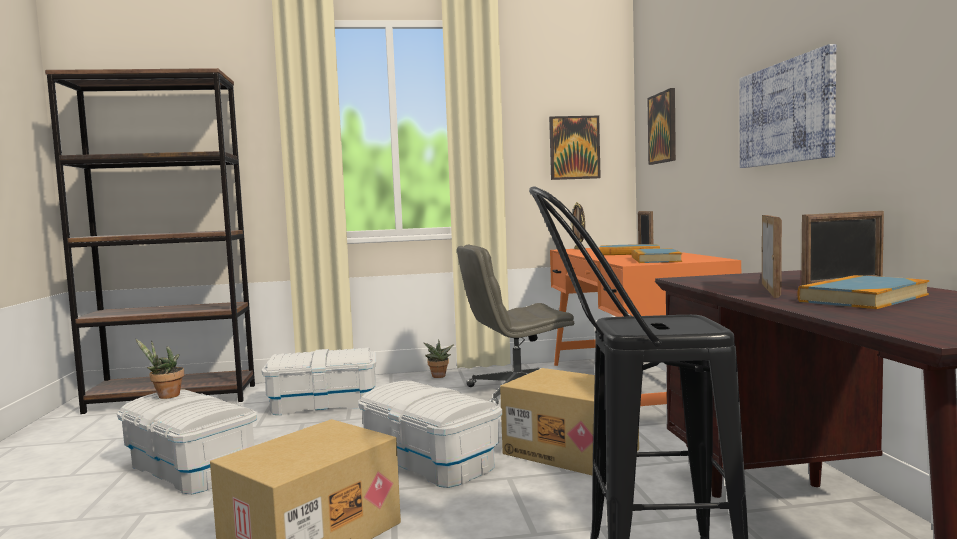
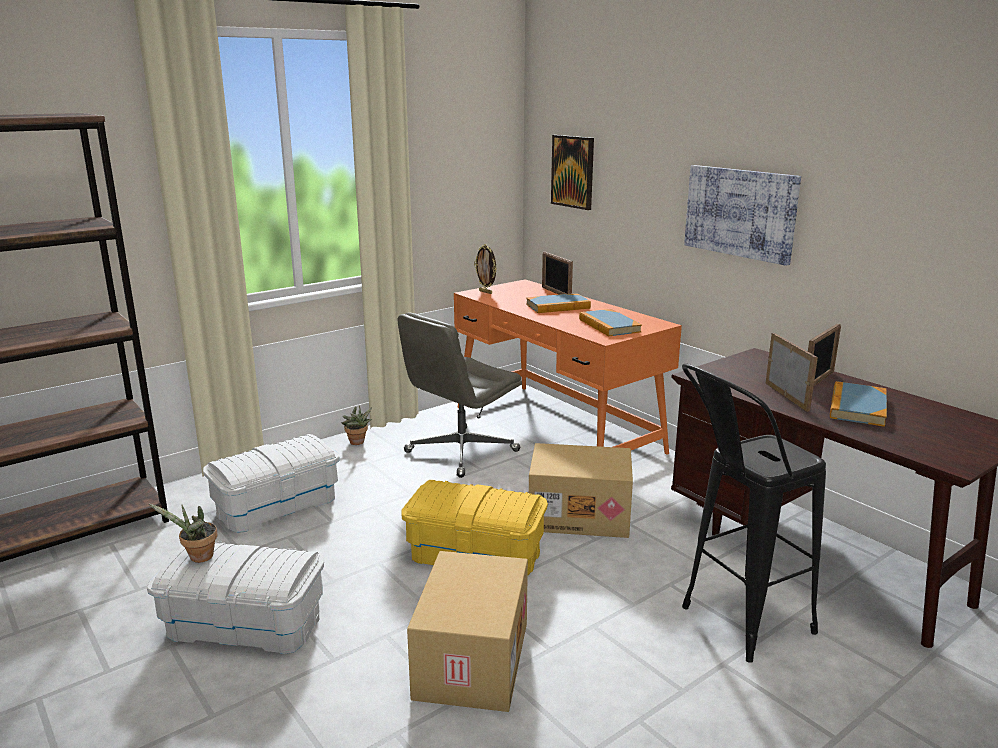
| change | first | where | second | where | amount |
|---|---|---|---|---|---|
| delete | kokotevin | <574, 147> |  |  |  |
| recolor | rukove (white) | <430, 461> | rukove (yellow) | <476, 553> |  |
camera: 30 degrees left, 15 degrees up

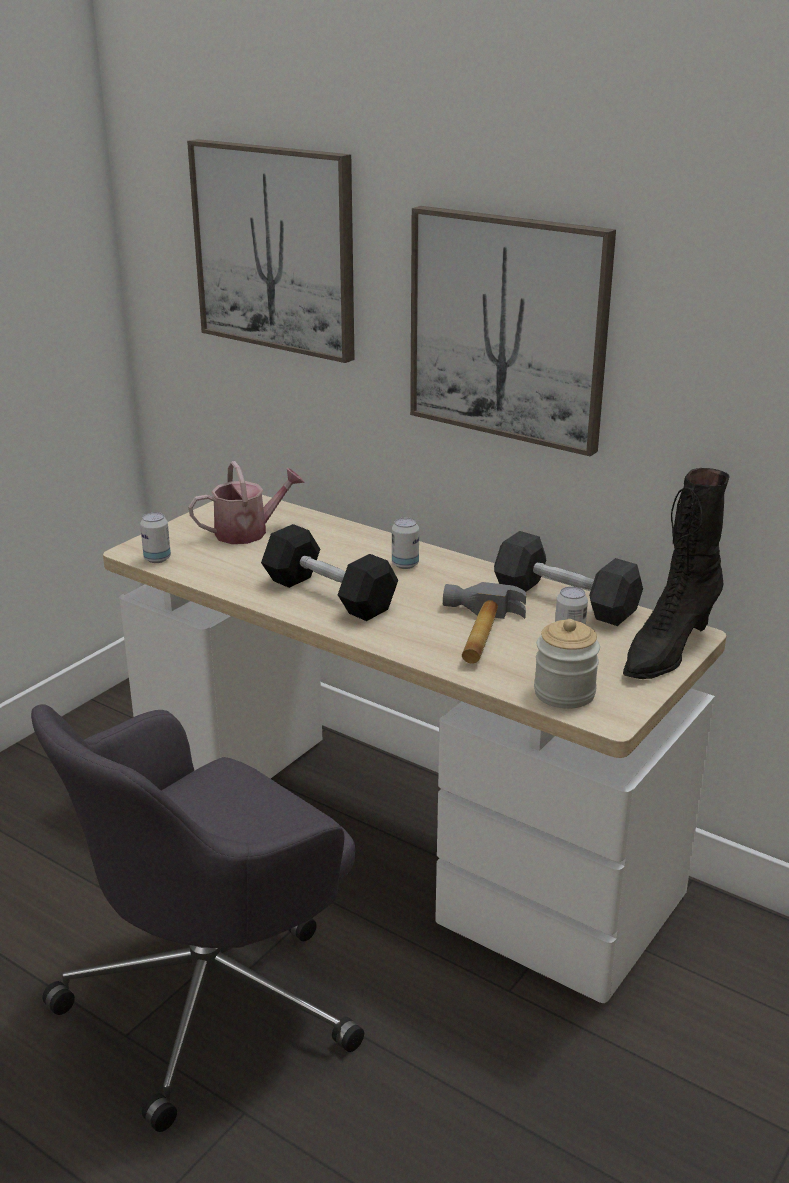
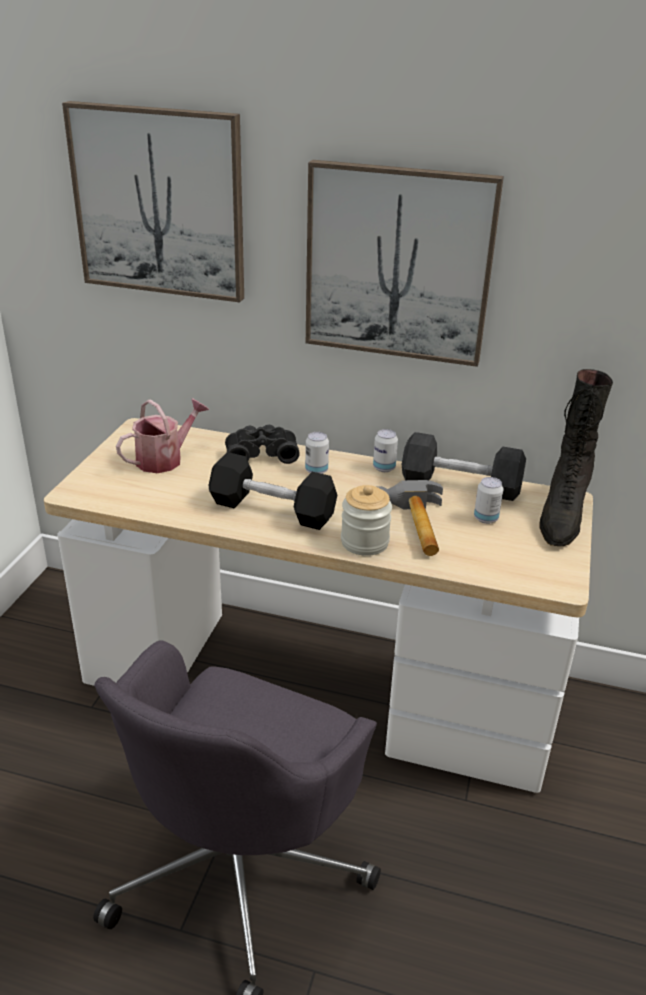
| change | first | where | second | where | amount |
|---|---|---|---|---|---|
| insert |  |  | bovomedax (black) | <261, 453> |  |
| move | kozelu | <157, 559> |  | <384, 468> |  |
| move | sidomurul | <564, 693> |  | <364, 542> |  |
camera: 20 degrees left, 5 degrees up

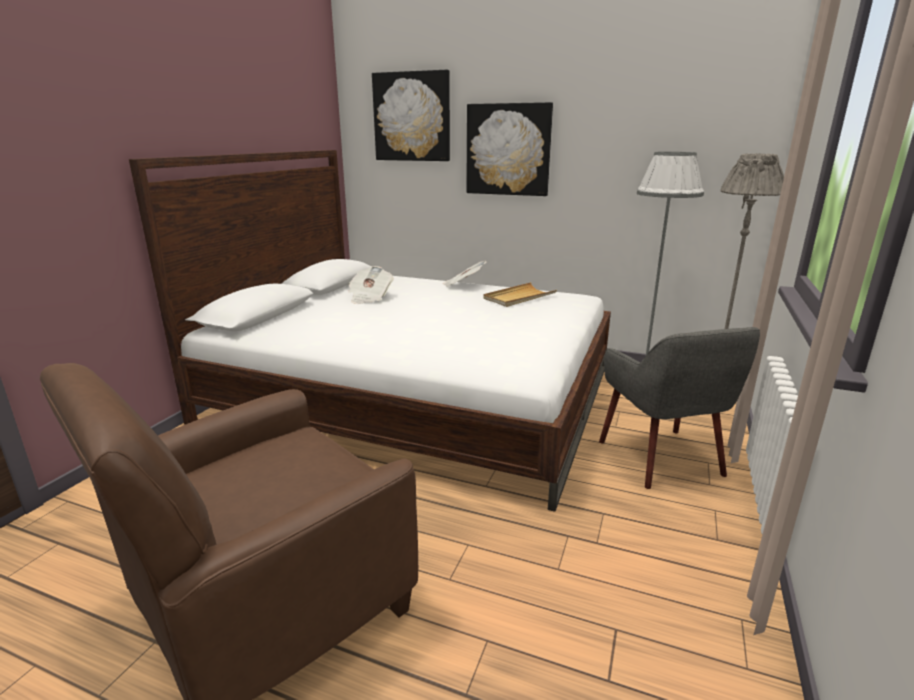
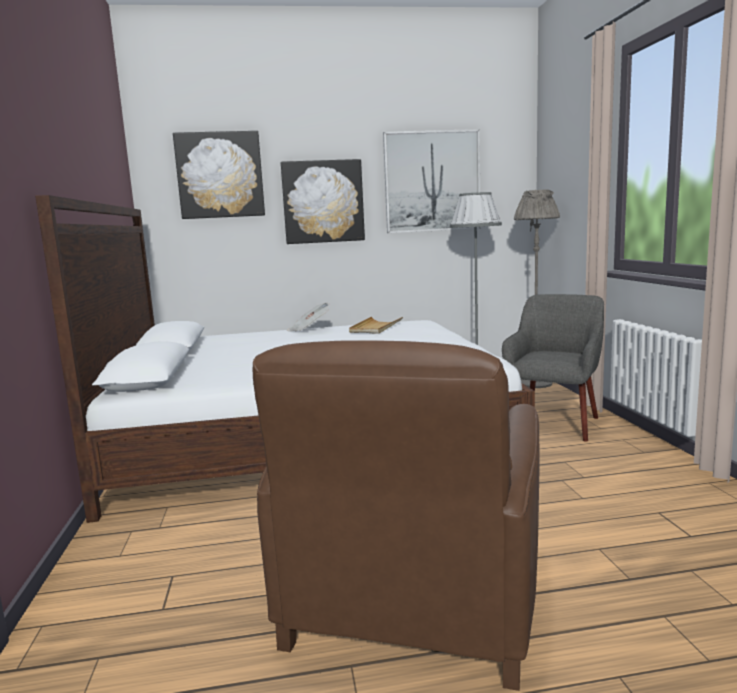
| change | first | where | second | where | amount |
|---|---|---|---|---|---|
| delete | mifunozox | <369, 298> |  |  |  |
| insert |  |  | kokotevin | <432, 181> |  |
| rotate | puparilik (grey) | <661, 458> |  | <554, 423> | 105 degrees counterclockwise |
camera: 30 degrees left, 10 degrees down

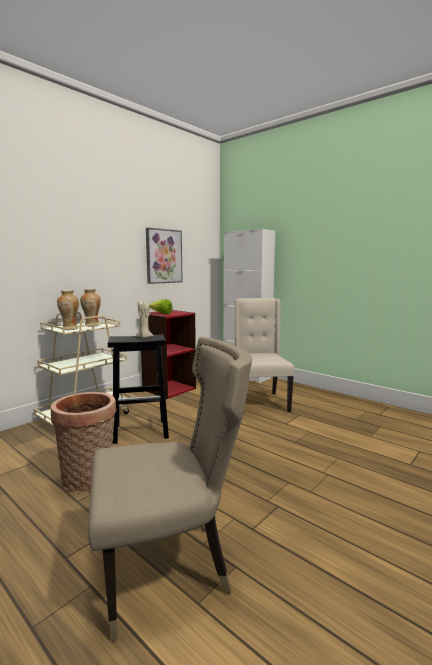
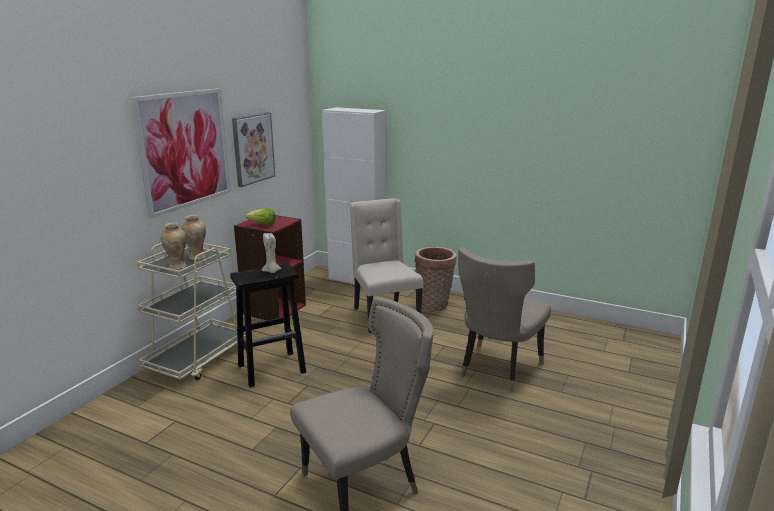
| change | first | where | second | where | amount |
|---|---|---|---|---|---|
| insert |  |  | kokotevin | <185, 150> |  |
| insert |  |  | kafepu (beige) | <497, 370> |  |
| move | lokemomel | <89, 480> |  | <434, 305> |  |
camera: 15 degrees left, 10 degrees up

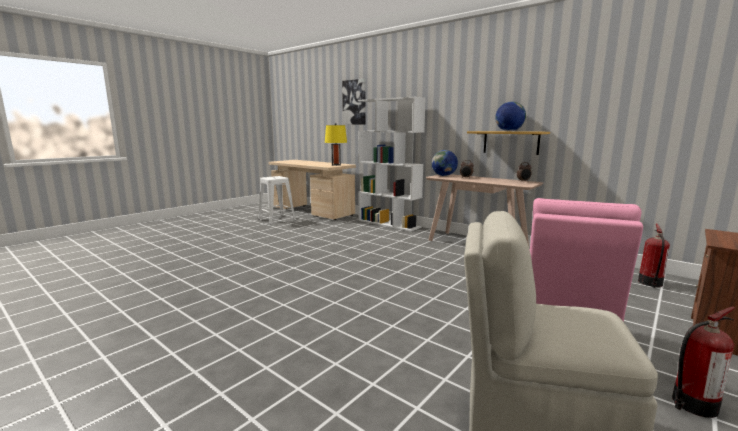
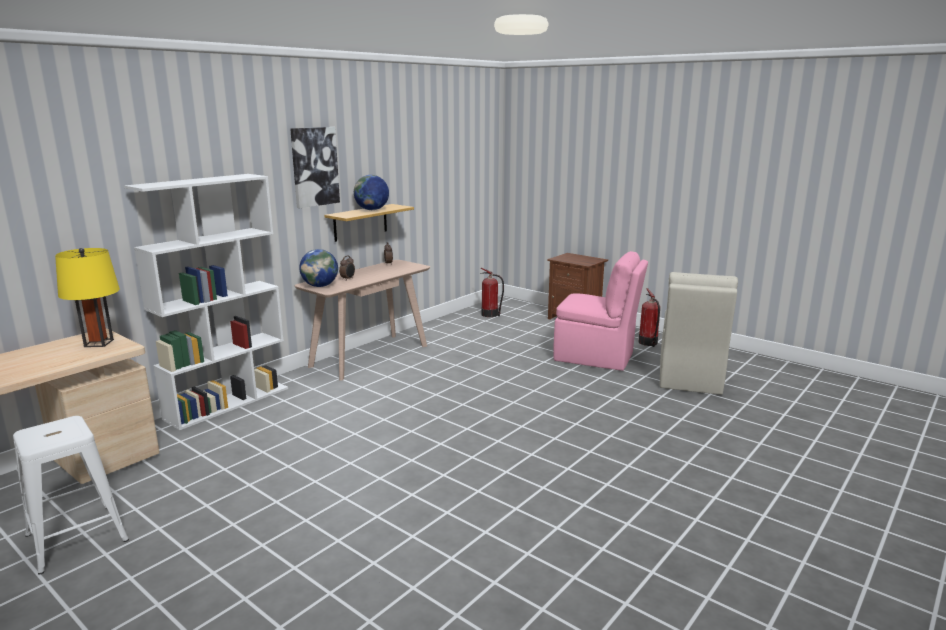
| change | first | where | second | where | amount |
|---|---|---|---|---|---|
| move | kokotevin | <354, 102> |  | <314, 166> |  |
camera: 90 degrees left, 5 degrees up

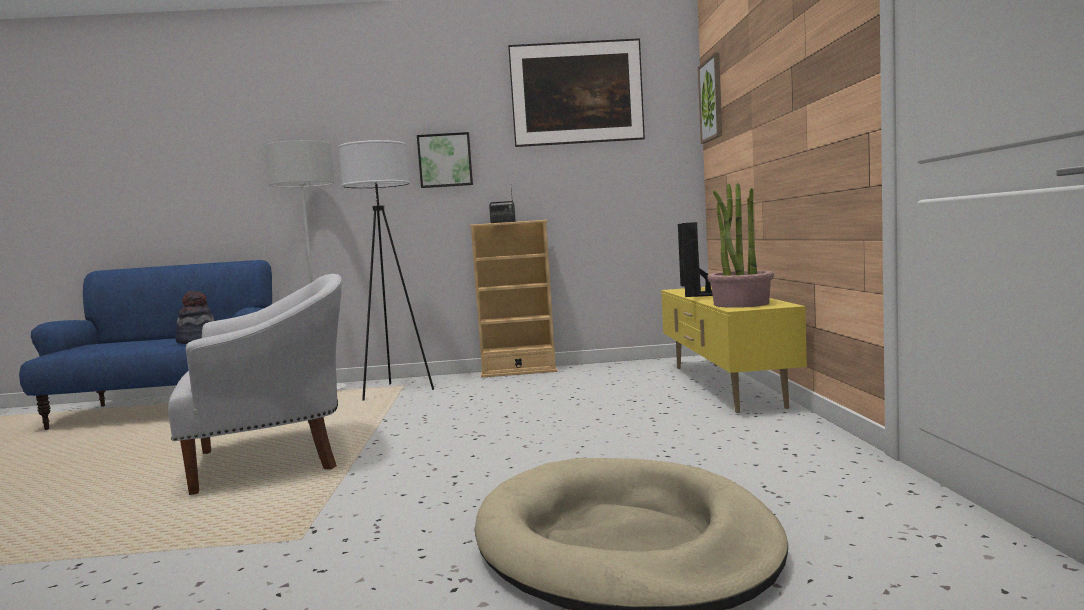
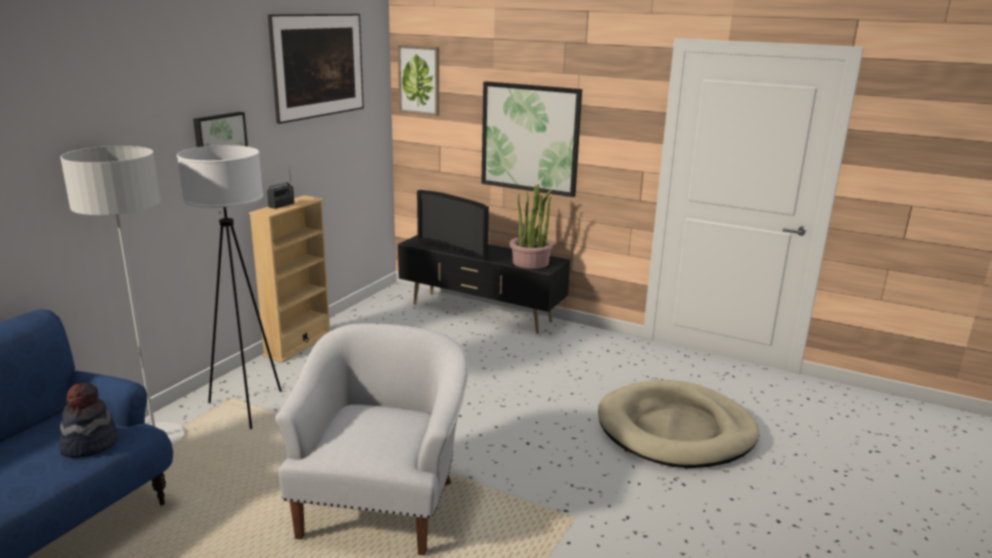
| change | first | where | second | where | amount |
|---|---|---|---|---|---|
| insert |  |  | kokotevin | <530, 138> |  |
| recolor | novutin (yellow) | <723, 386> | novutin (black) | <481, 313> |  |
camera: 60 degrees left, 15 degrees up

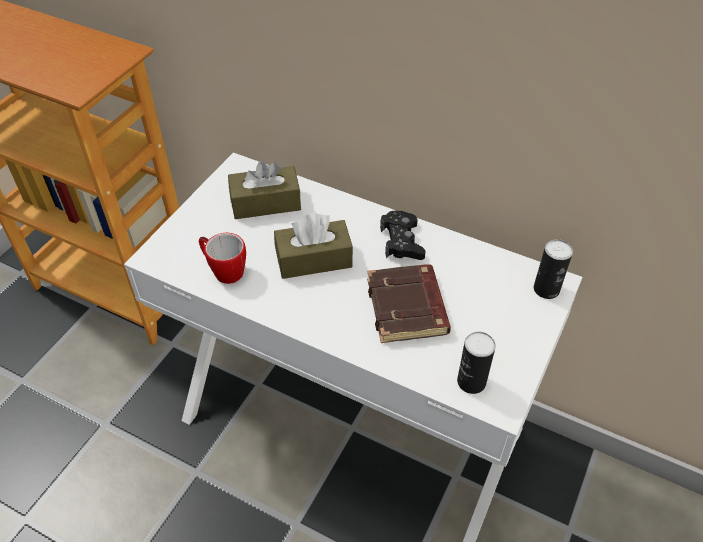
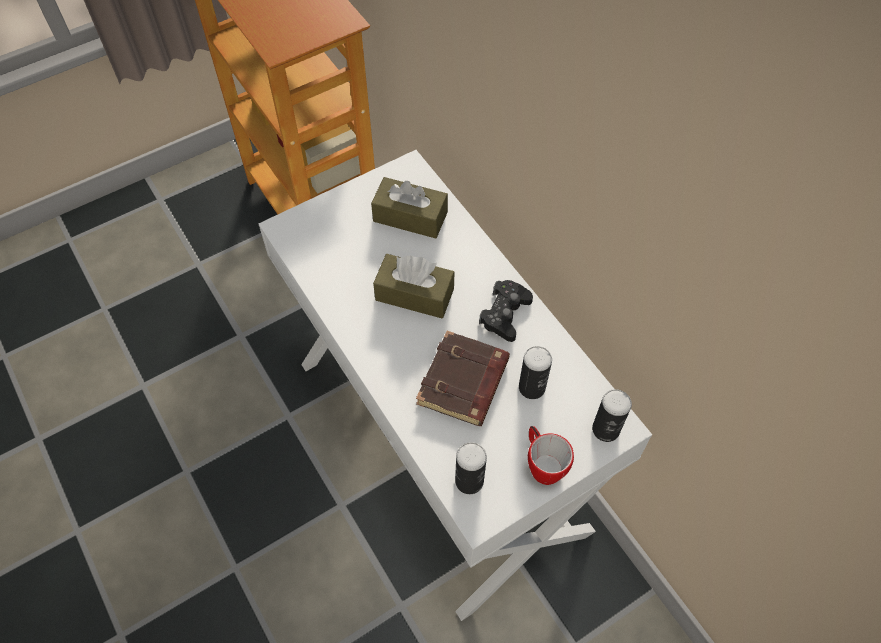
| change | first | where | second | where | amount |
|---|---|---|---|---|---|
| insert |  |  | kozelu | <532, 387> |  |
| move | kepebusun | <224, 270> |  | <542, 464> |  |
camera: 30 degrees right, 10 degrees up

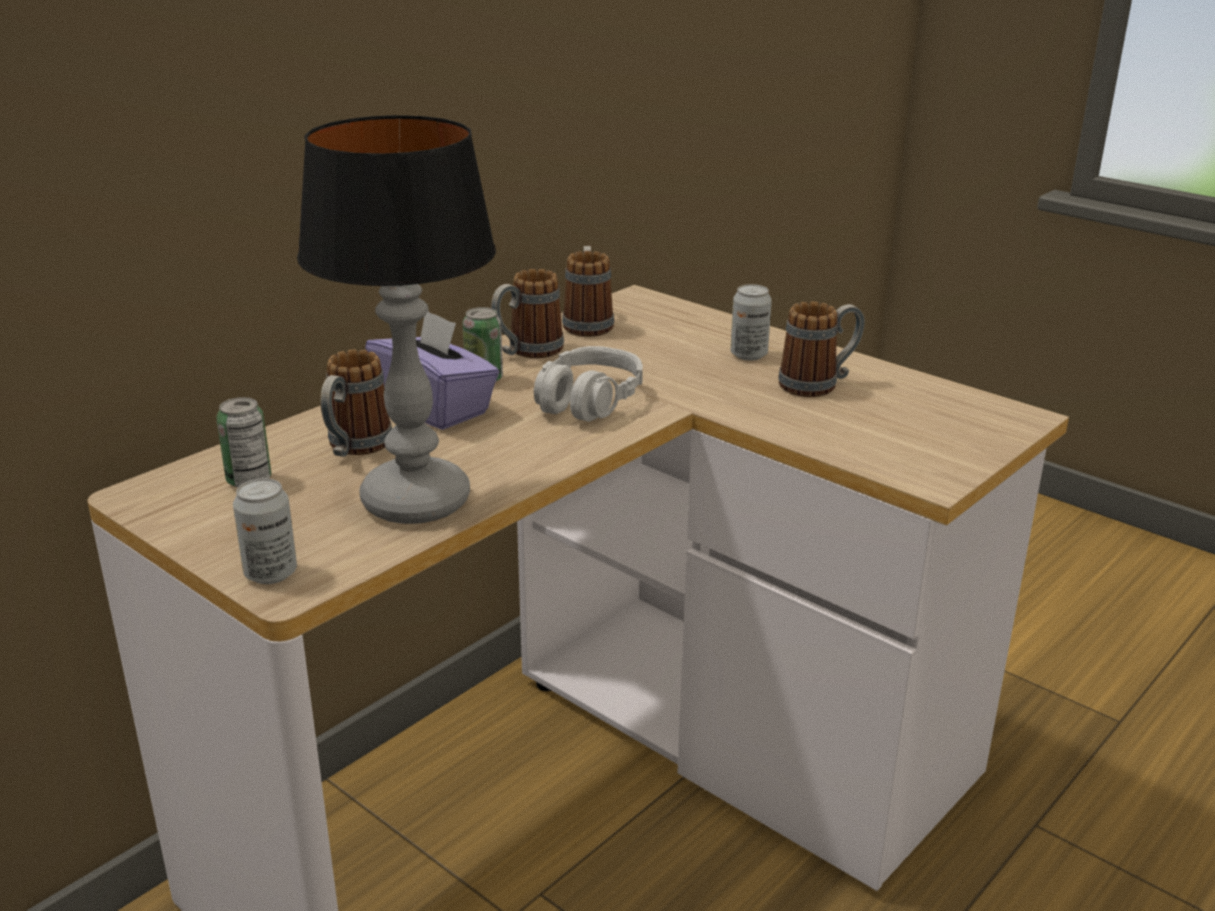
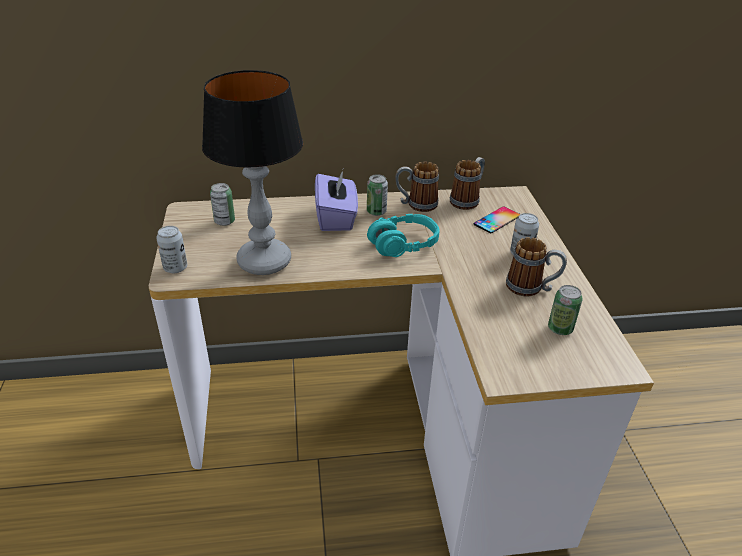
| change | first | where | second | where | amount |
|---|---|---|---|---|---|
| delete | kepebusun | <354, 448> |  |  |  |
| insert |  |  | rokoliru | <497, 220> |  |
| insert |  |  | kozelu | <560, 328> |  |
| recolor | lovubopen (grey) | <588, 401> | lovubopen (turquoise) | <403, 244> |  |
camera: 40 degrees right, 10 degrees up

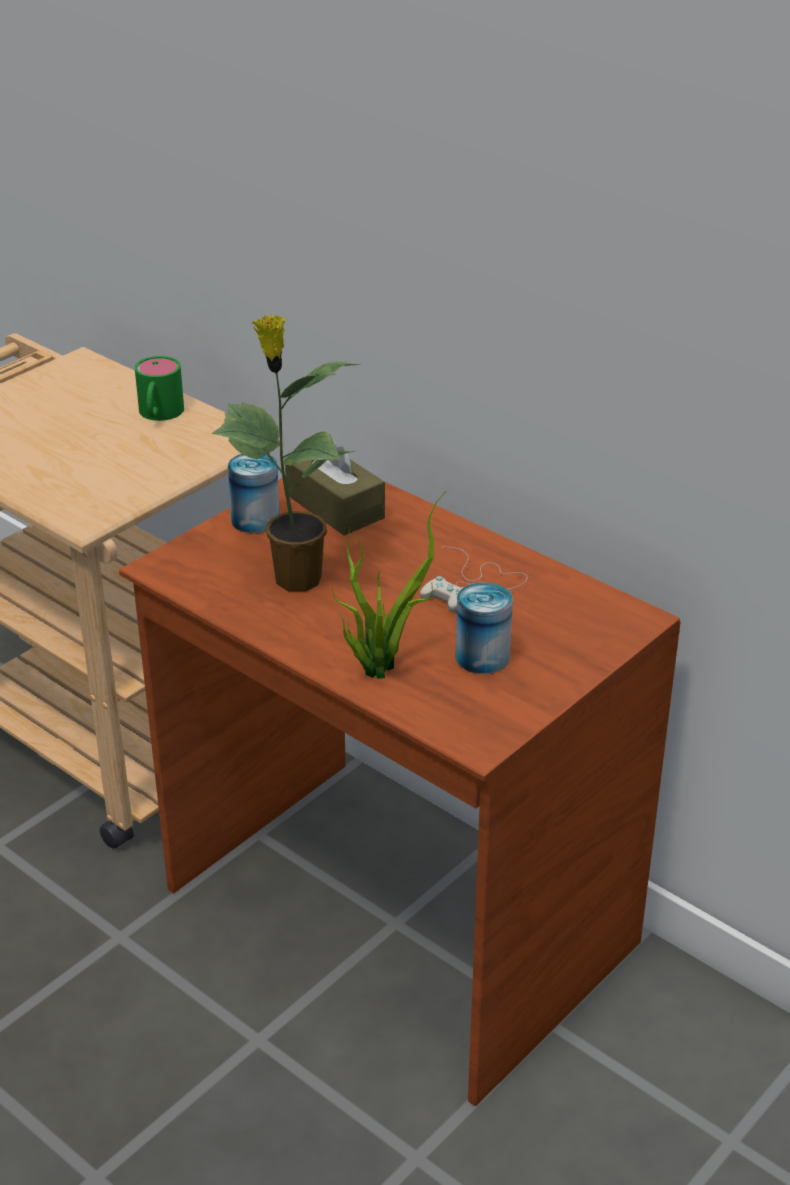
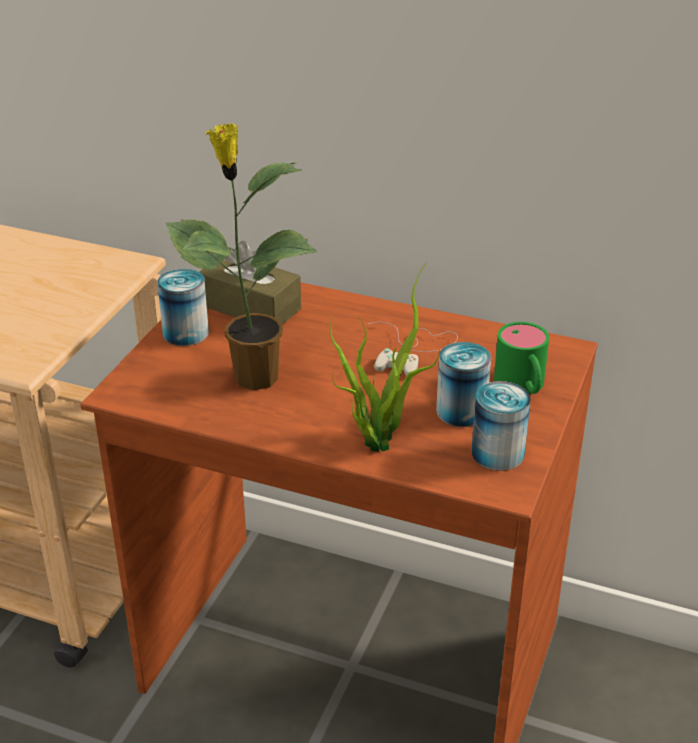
| change | first | where | second | where | amount |
|---|---|---|---|---|---|
| insert |  |  | kozelu | <497, 453> |  |
| move | kepebusun (green) | <158, 415> |  | <523, 387> |  |
camera: 20 degrees left, 0 degrees up

